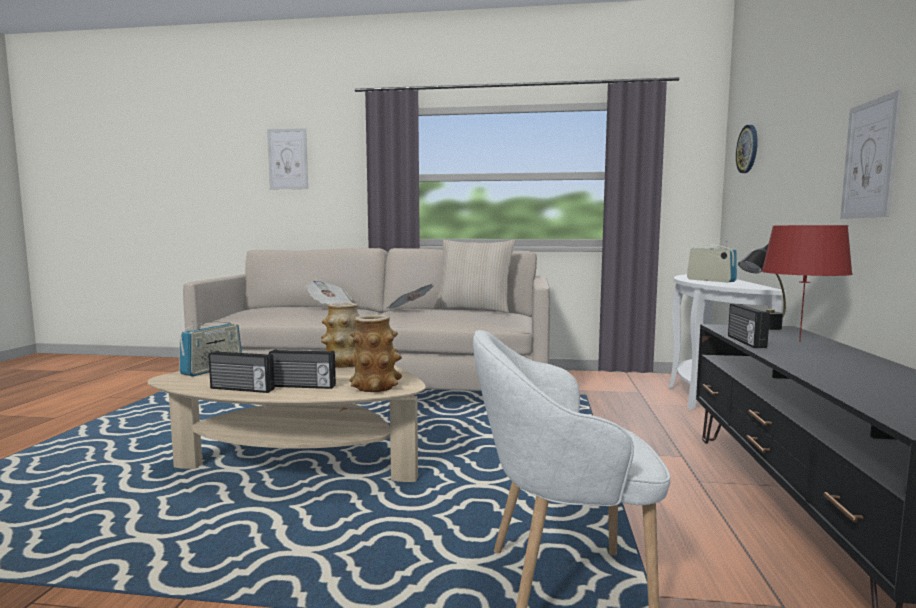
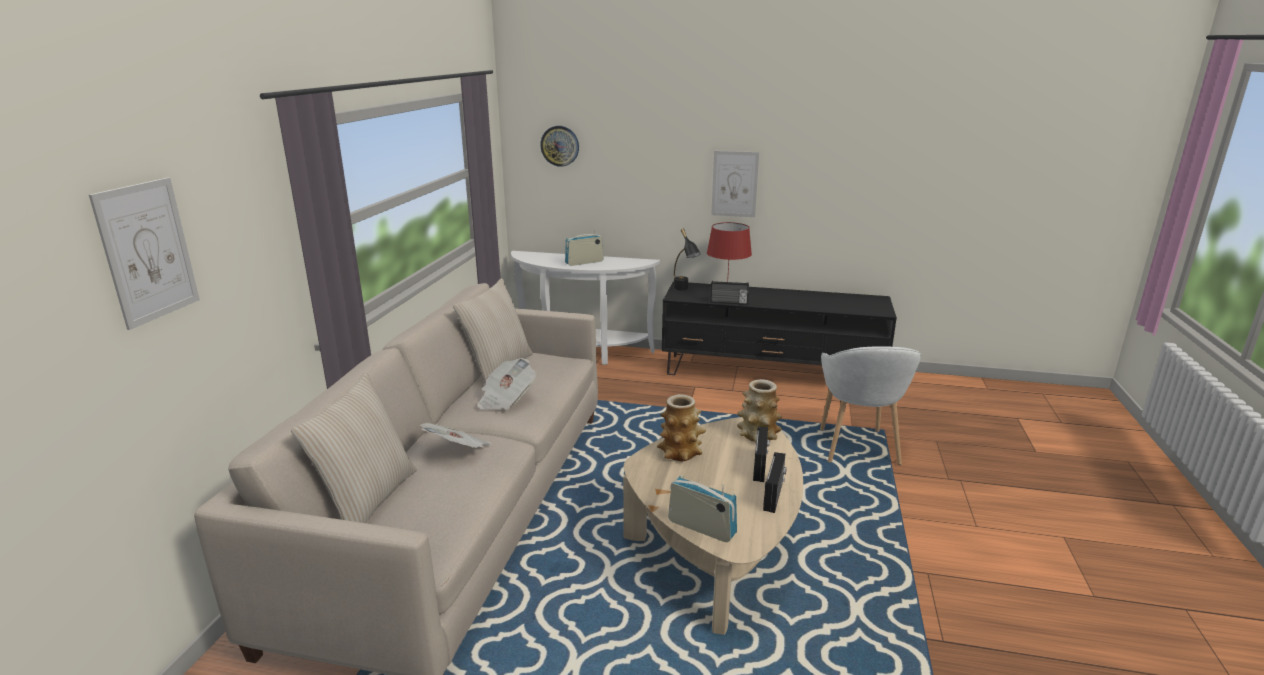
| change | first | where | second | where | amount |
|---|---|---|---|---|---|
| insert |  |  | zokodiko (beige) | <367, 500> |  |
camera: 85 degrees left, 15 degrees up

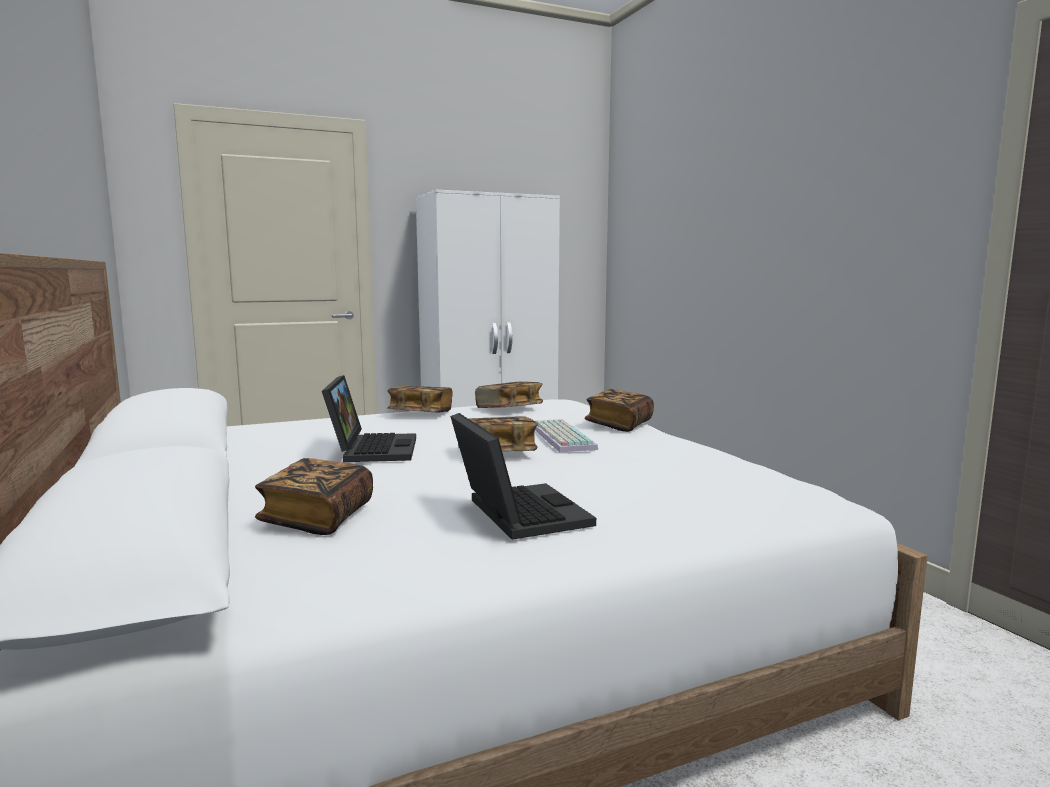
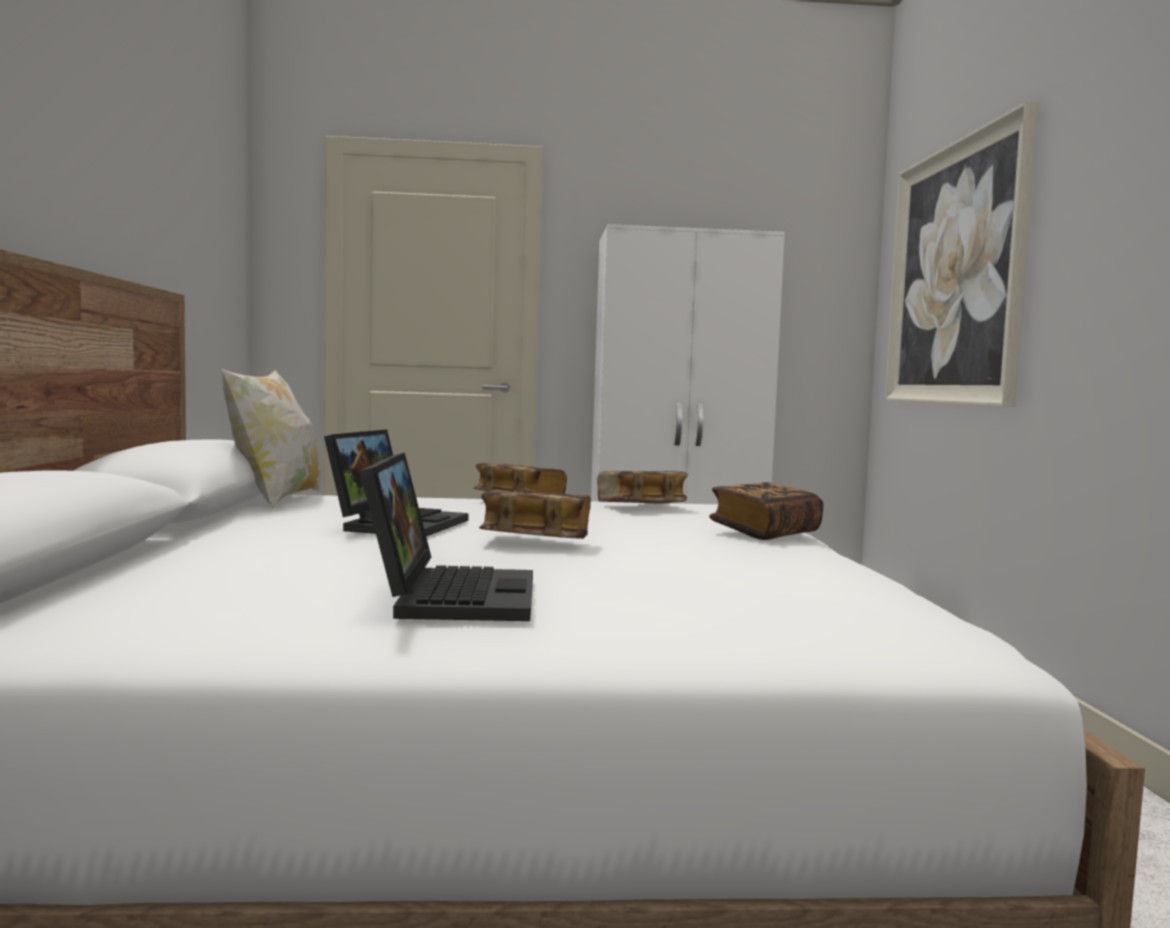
| change | first | where | second | where | amount |
|---|---|---|---|---|---|
| delete | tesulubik | <318, 518> |  |  |  |
| delete | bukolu | <560, 437> |  |  |  |
| insert |  |  | zokodiko | <275, 499> |  |
| insert |  |  | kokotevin | <955, 274> |  |
camera: 20 degrees right, 5 degrees down

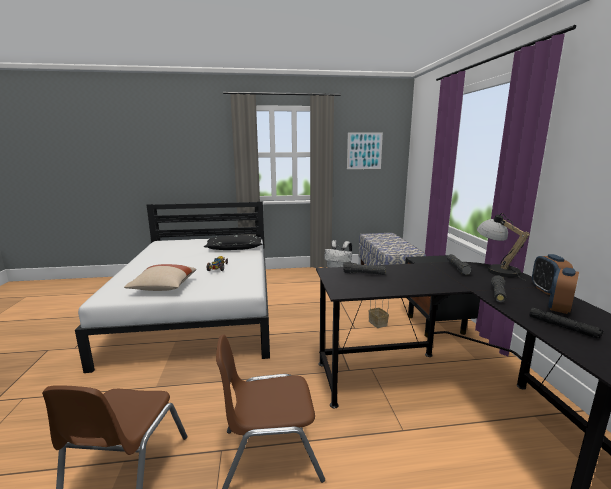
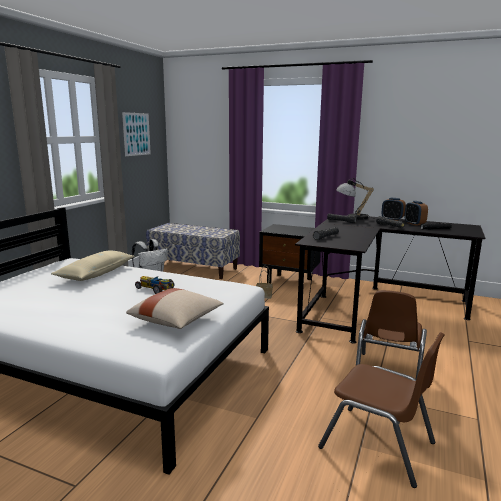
| change | first | where | second | where | amount |
|---|---|---|---|---|---|
| recolor | zokodiko (black) | <234, 248> | zokodiko (beige) | <96, 273> |  |
camera: 60 degrees left, 0 degrees up

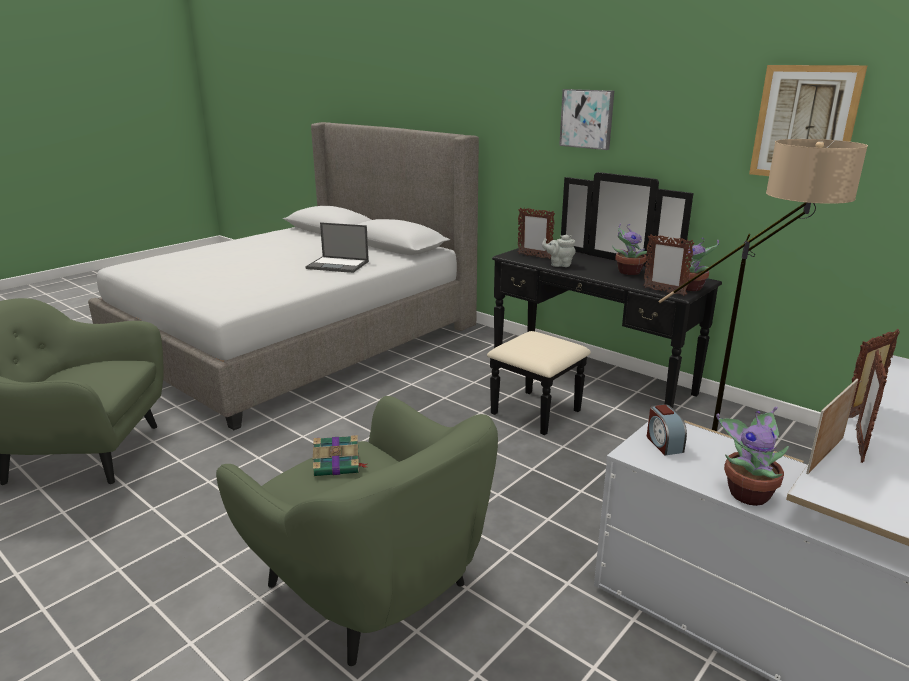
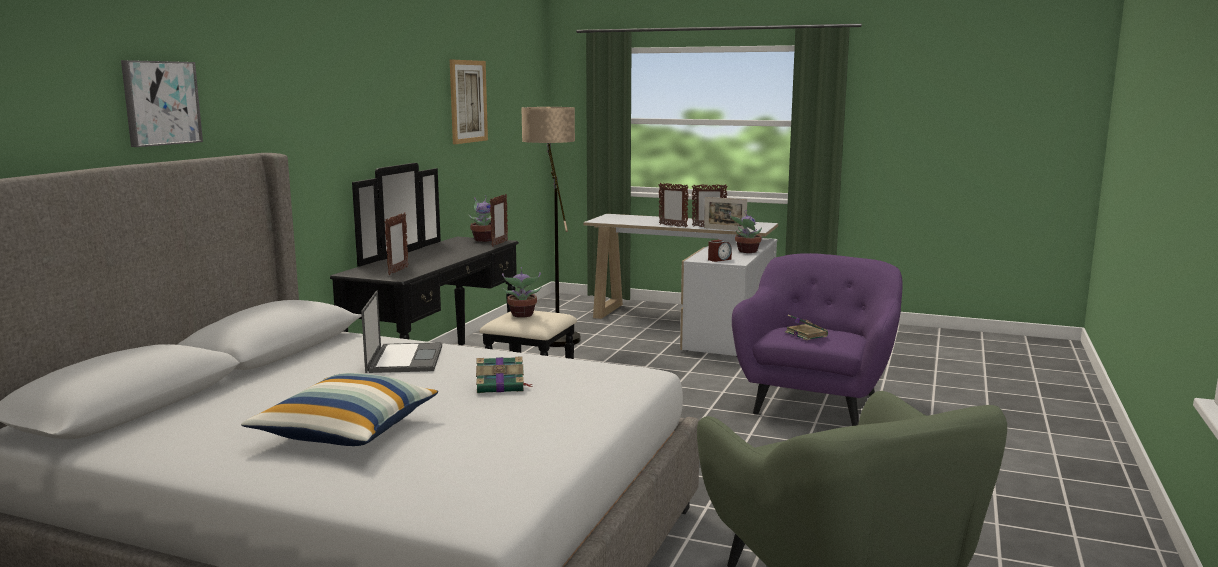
| change | first | where | second | where | amount |
|---|---|---|---|---|---|
| delete | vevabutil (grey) | <559, 264> |  |  |  |
| insert |  |  | zokodiko | <346, 431> |  |
| insert |  |  | tesulubik | <501, 386> |  |
| move | kokotevin | <587, 119> |  | <160, 103> |  |
| move | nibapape | <627, 272> |  | <522, 315> |  |
| recolor | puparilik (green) | <370, 588> | puparilik (purple) | <816, 403> |  |
camera: 110 degrees left, 10 degrees down

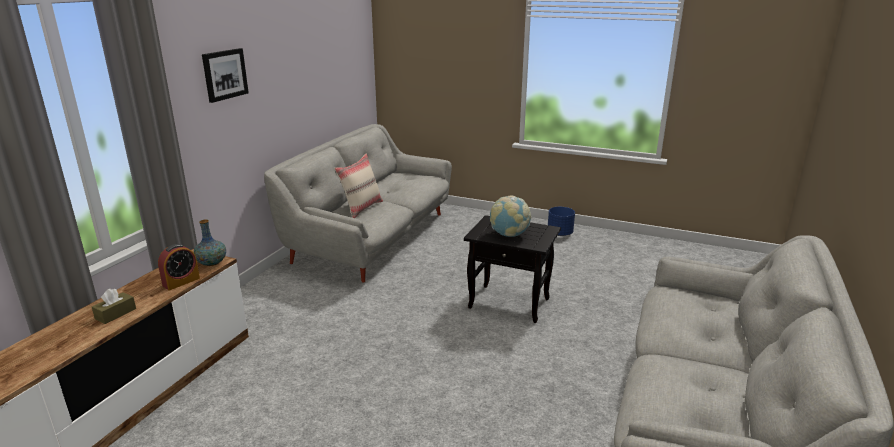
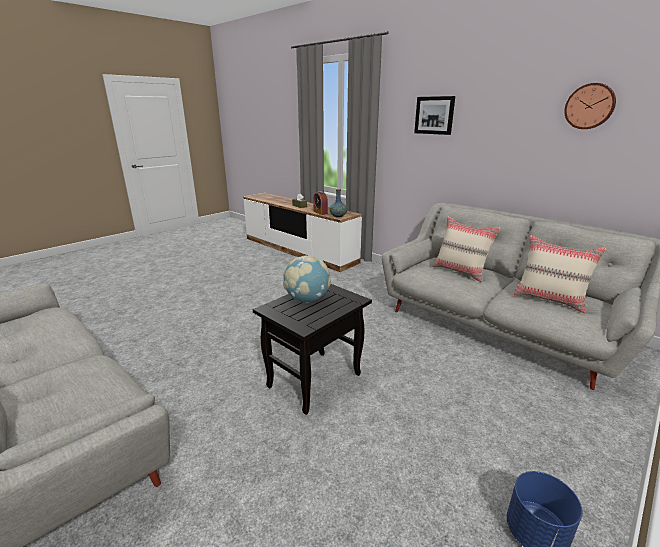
| change | first | where | second | where | amount |
|---|---|---|---|---|---|
| insert |  |  | zokodiko (beige) | <549, 300> |  |
| insert |  |  | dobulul | <589, 106> |  |
camera: 110 degrees right, 0 degrees up

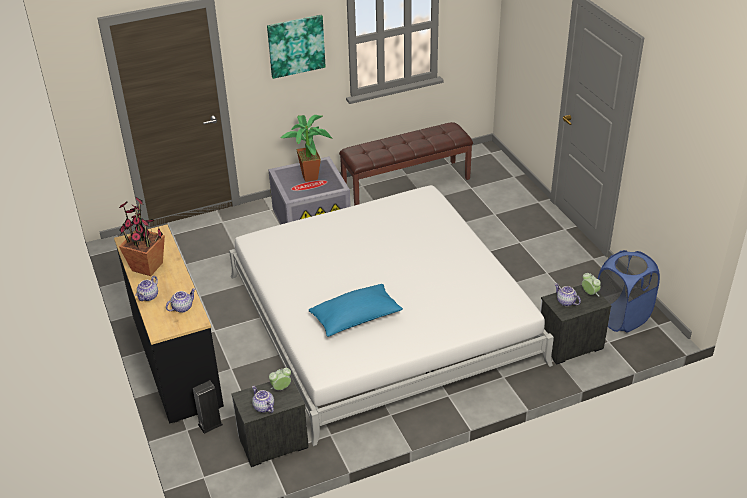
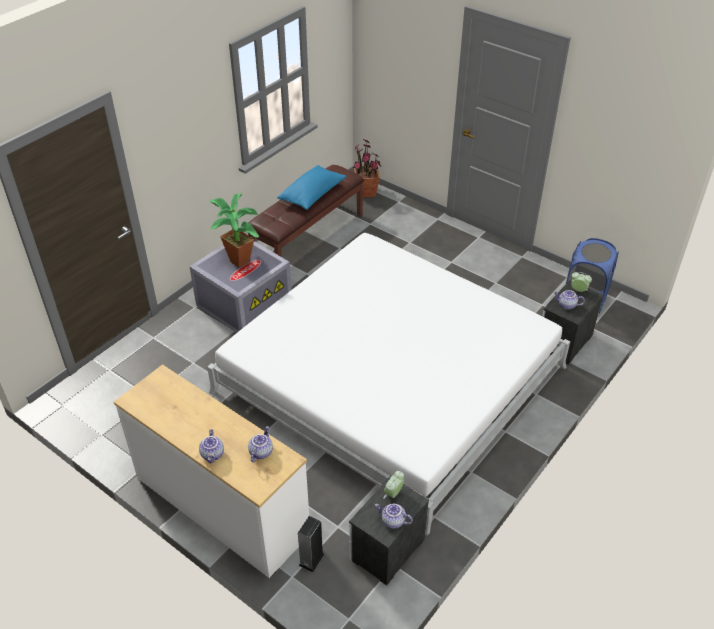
| change | first | where | second | where | amount |
|---|---|---|---|---|---|
| delete | kokotevin | <296, 45> |  |  |  |
| move | nibapape | <147, 267> |  | <366, 192> |  |
| move | zokodiko (blue) | <356, 319> |  | <312, 195> |  |
| recolor | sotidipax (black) | <175, 360> | sotidipax (white) | <221, 506> |  |
camera: 30 degrees left, 5 degrees up

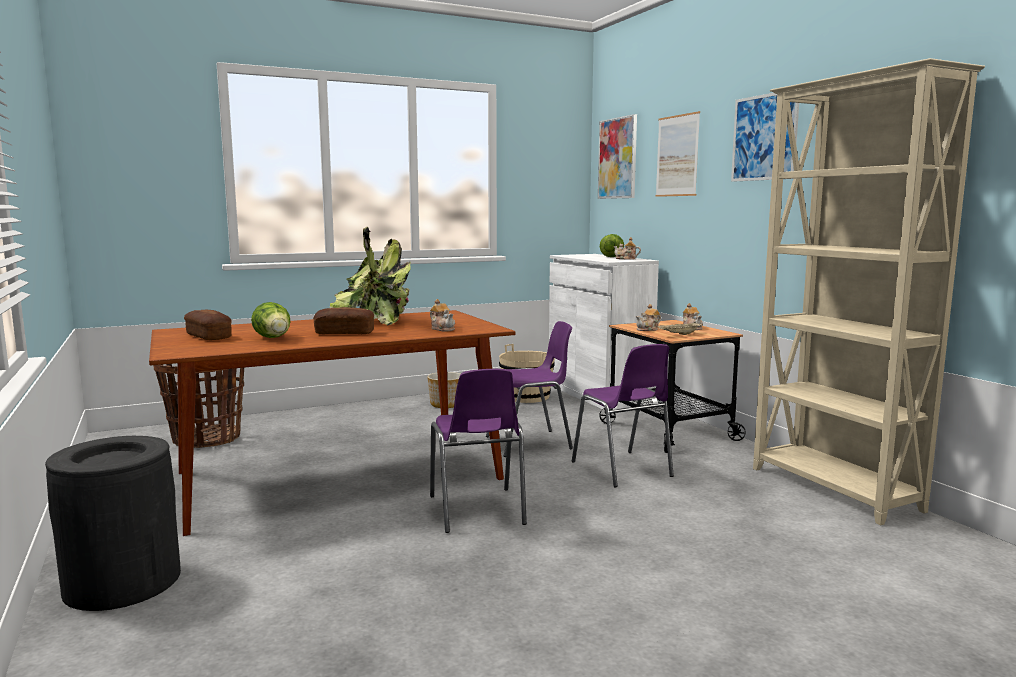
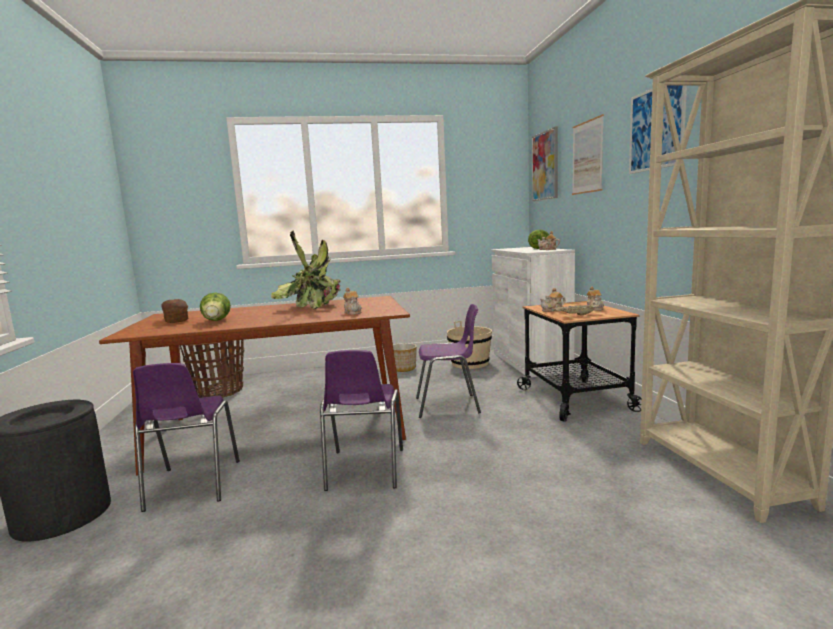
| change | first | where | second | where | amount |
|---|---|---|---|---|---|
| delete | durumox | <345, 333> |  |  |  |
| move | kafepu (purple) | <623, 470> |  | <192, 486> |  |
camera: 15 degrees right, 0 degrees up

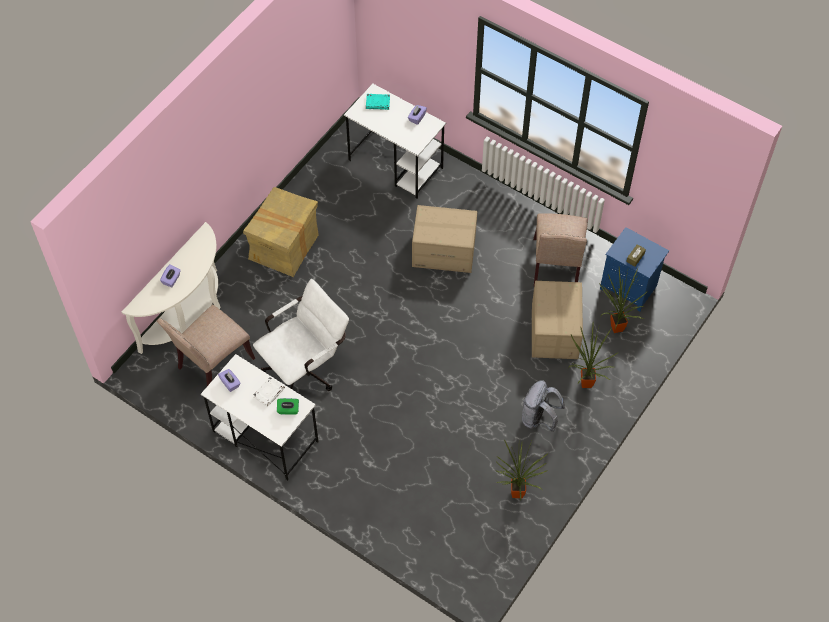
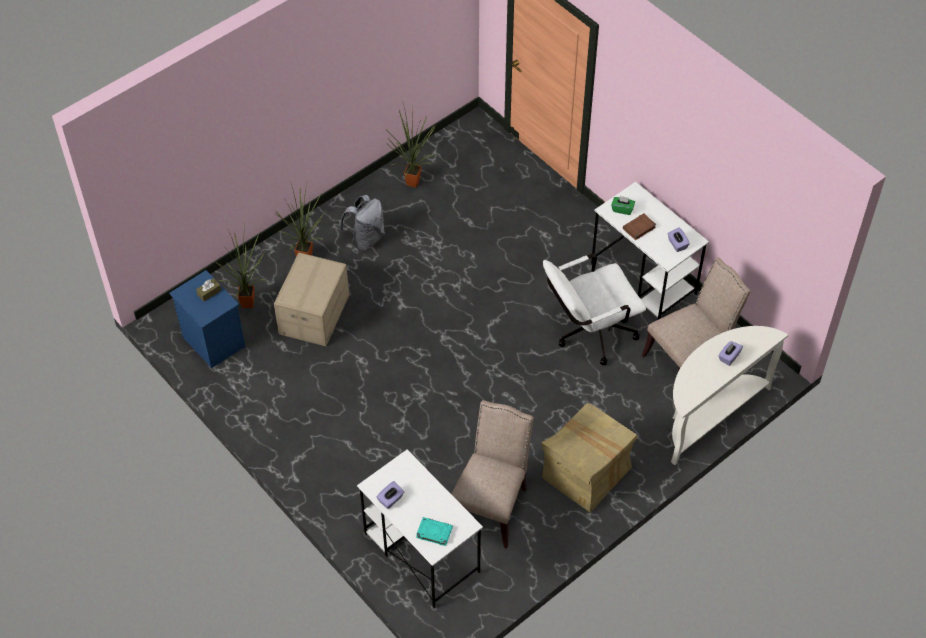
| change | first | where | second | where | amount |
|---|---|---|---|---|---|
| delete | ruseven | <444, 251> |  |  |  |
| move | kafepu (beige) | <556, 267> |  | <491, 505> |  |
| recolor | tesulubik (white) | <269, 392> | tesulubik (brown) | <639, 228> |  |
camera: 165 degrees left, 5 degrees down

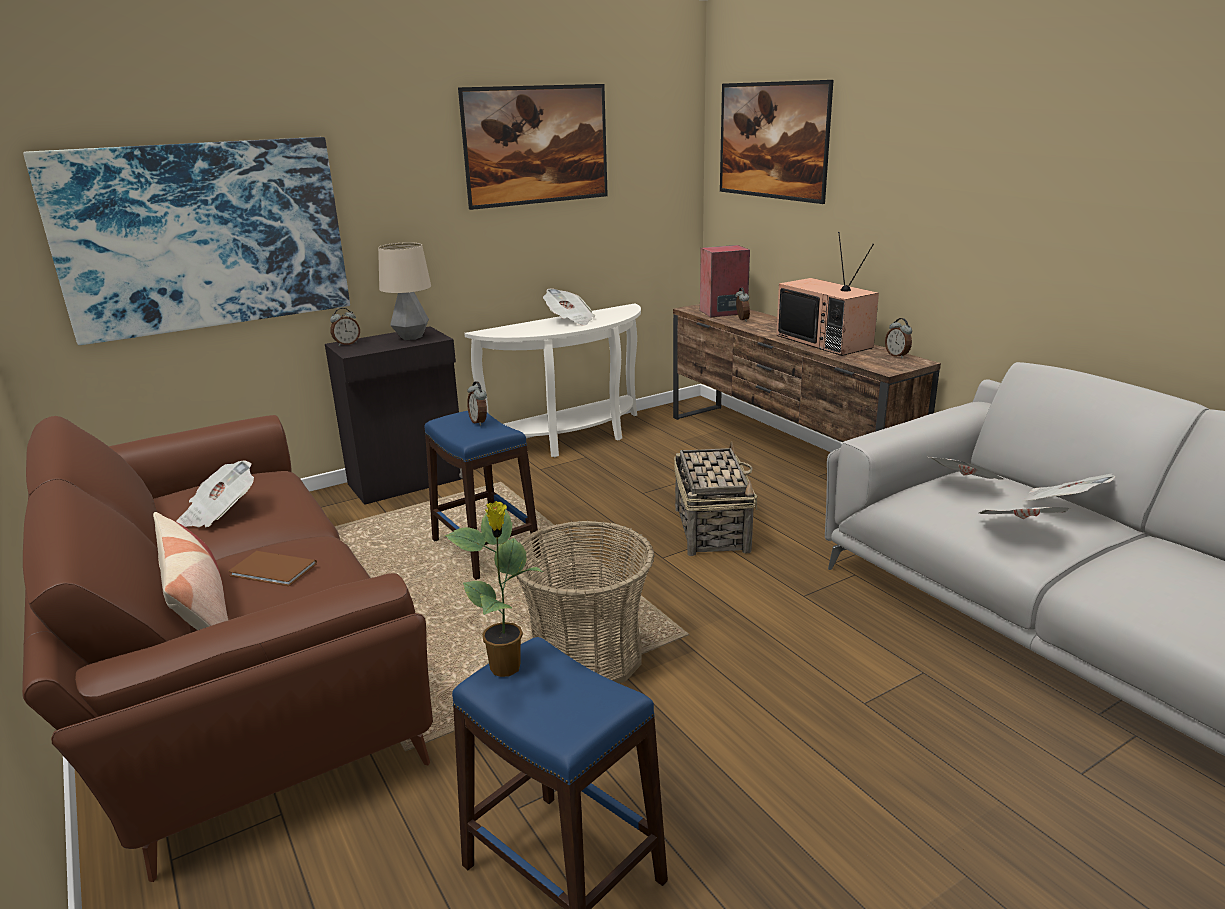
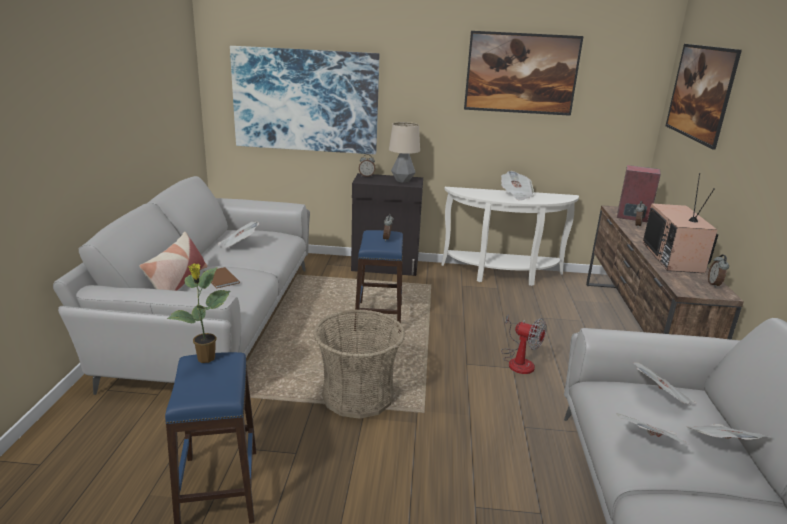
| change | first | where | second | where | amount |
|---|---|---|---|---|---|
| replace | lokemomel | <711, 529> | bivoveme | <518, 361> |  |
| recolor | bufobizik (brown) | <229, 658> | bufobizik (grey) | <215, 319> |  |
camera: 35 degrees right, 0 degrees up

